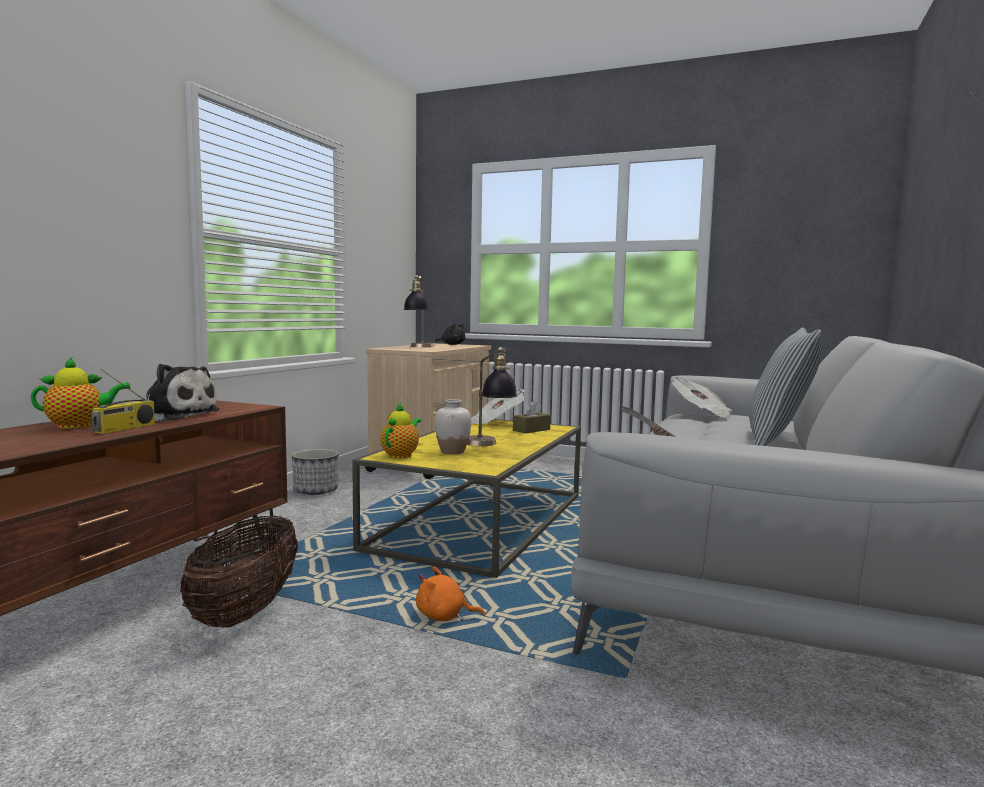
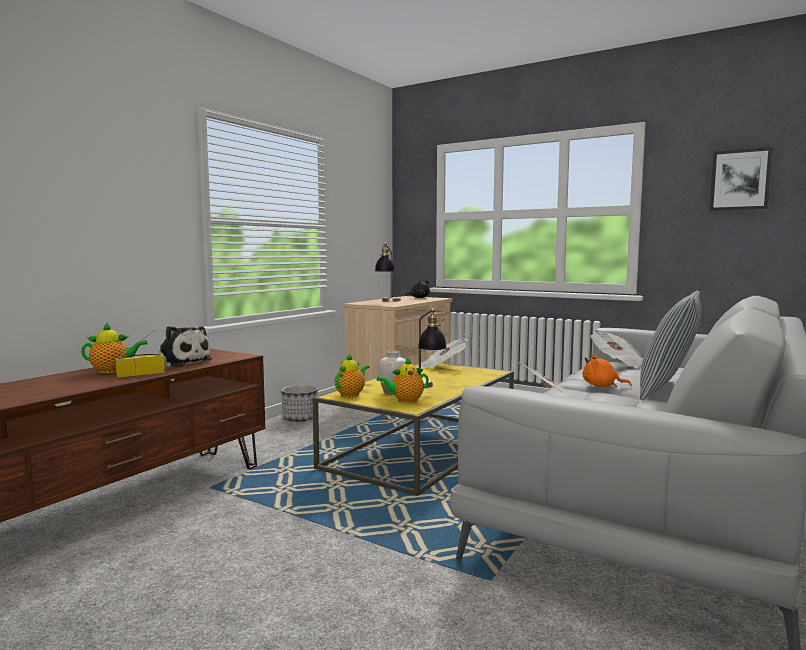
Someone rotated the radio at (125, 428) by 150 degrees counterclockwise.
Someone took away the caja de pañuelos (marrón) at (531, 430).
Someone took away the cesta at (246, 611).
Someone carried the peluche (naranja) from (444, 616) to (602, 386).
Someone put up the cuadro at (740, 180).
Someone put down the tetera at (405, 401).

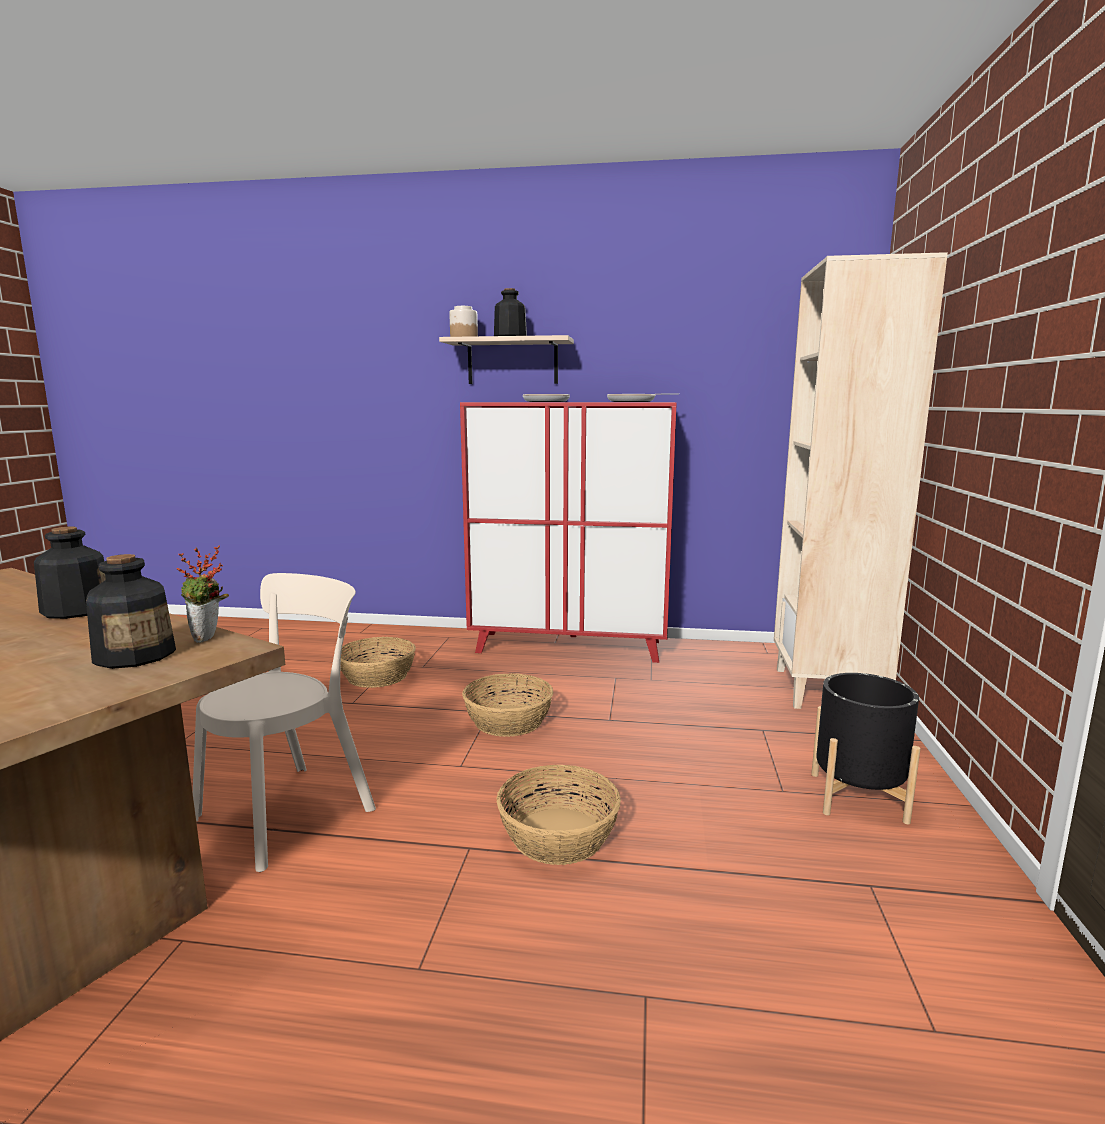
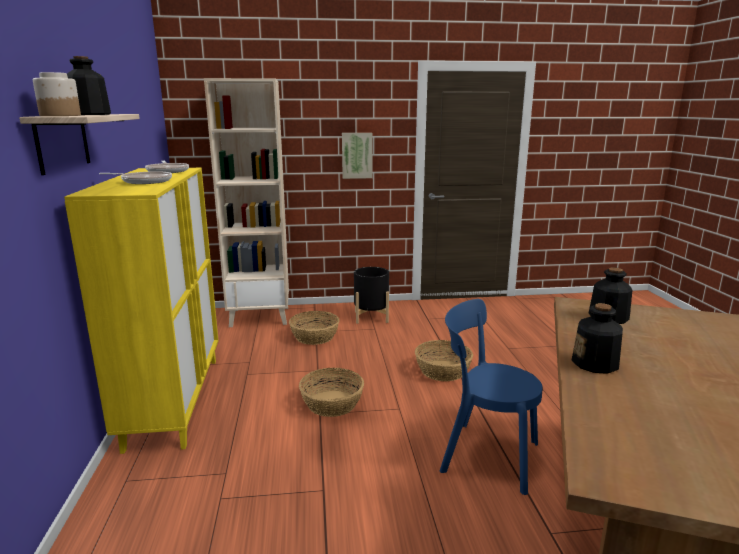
Someone repainted the armario (rojo) at (569, 647), which became the armario (amarillo) at (174, 400).
Someone took away the planta en maceta at (208, 638).
Someone repainted the silla (beis) at (292, 810), which became the silla (azul) at (484, 455).
Someone carried the cesta from (377, 676) to (315, 337).
Someone put up the cuadro at (357, 155).

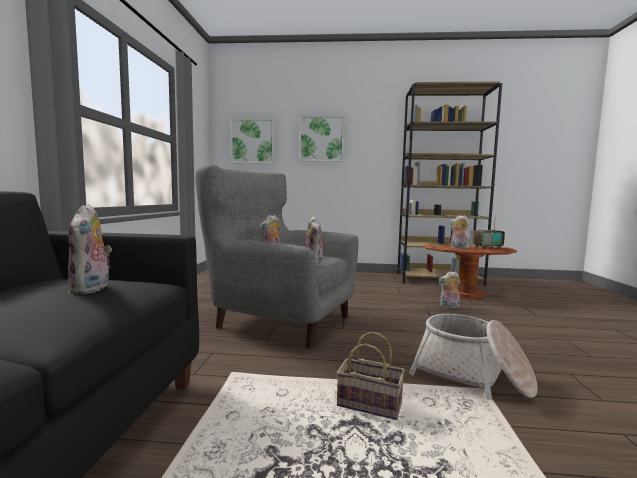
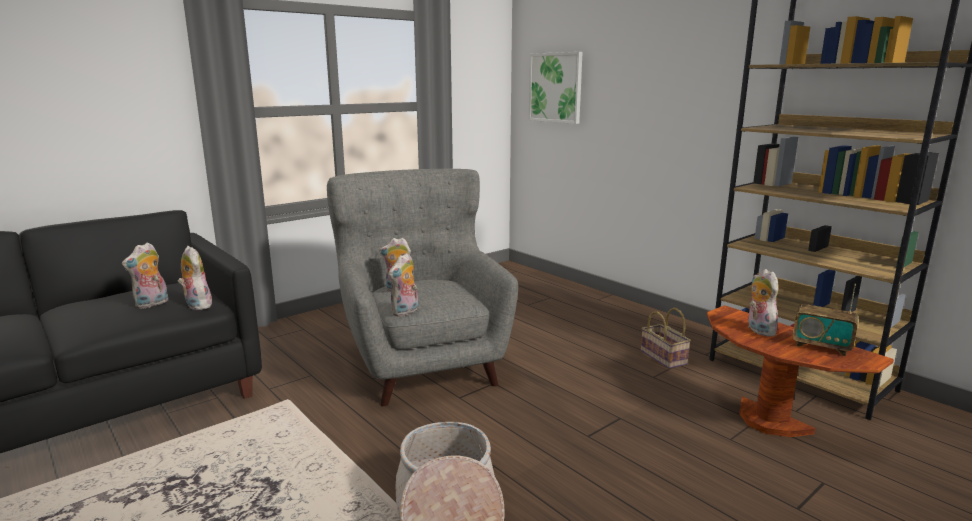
Someone took away the cuadro at (321, 138).
Someone carried the peluche from (449, 307) to (196, 305).
Someone carried the cesta from (371, 404) to (665, 358).

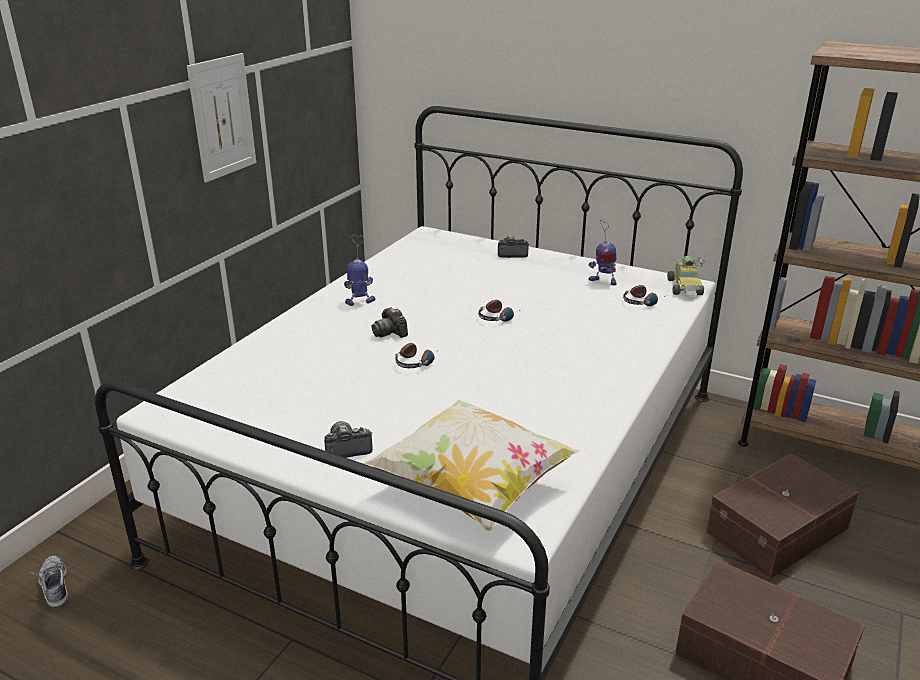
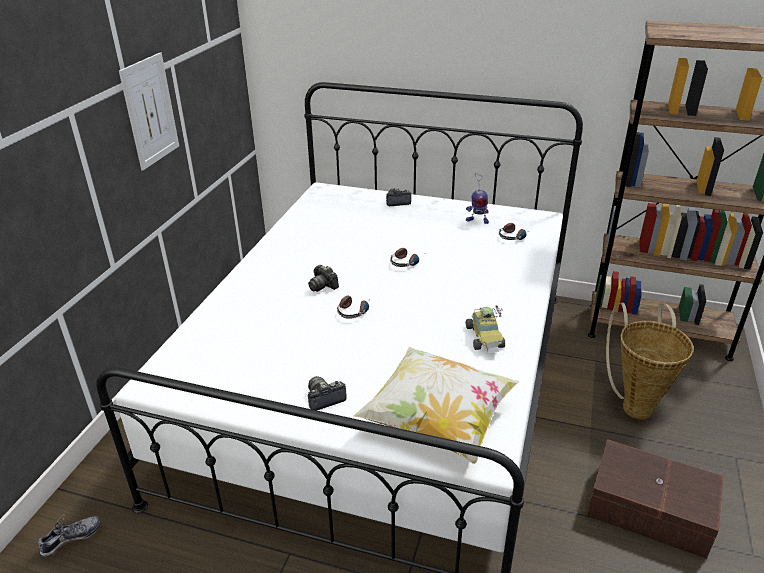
Someone took away the robot de juguete at (360, 302).
Someone carried the coche de juguete from (685, 288) to (485, 338).
Someone swapped the caja de almacenaje (marrón) at (779, 531) for the cesta at (635, 404).
Someone rotated the zapato at (55, 586) by 90 degrees clockwise.

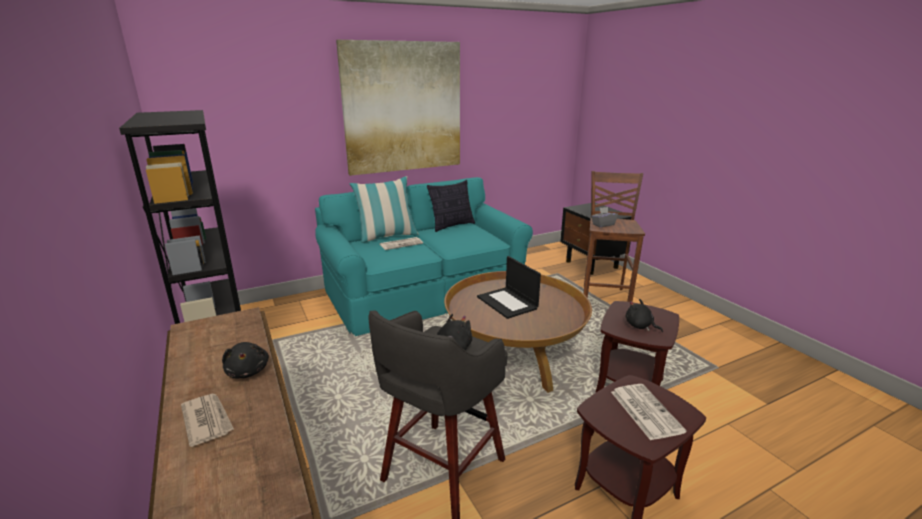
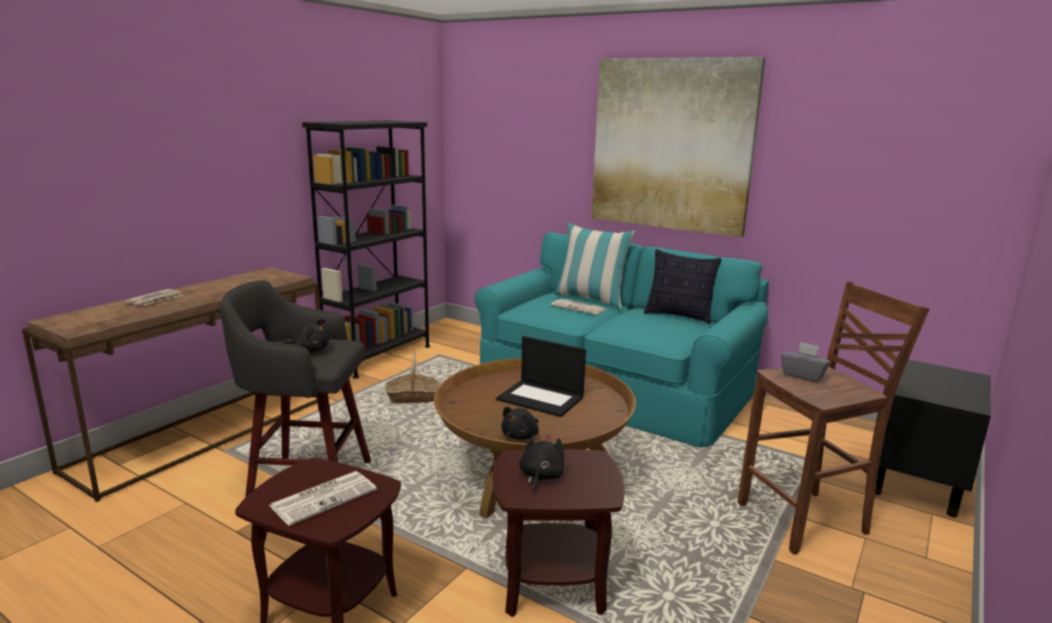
Someone rotated the portátil at (508, 303) by 90 degrees counterclockwise.
Someone carried the peluche (negro) from (248, 371) to (521, 436).
Someone put down the cesta at (413, 397).

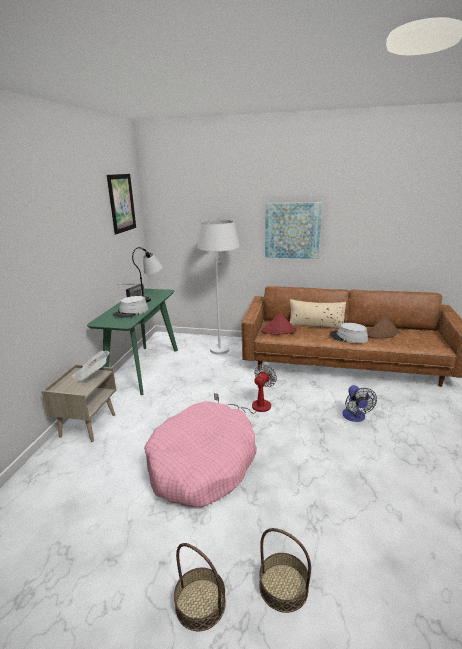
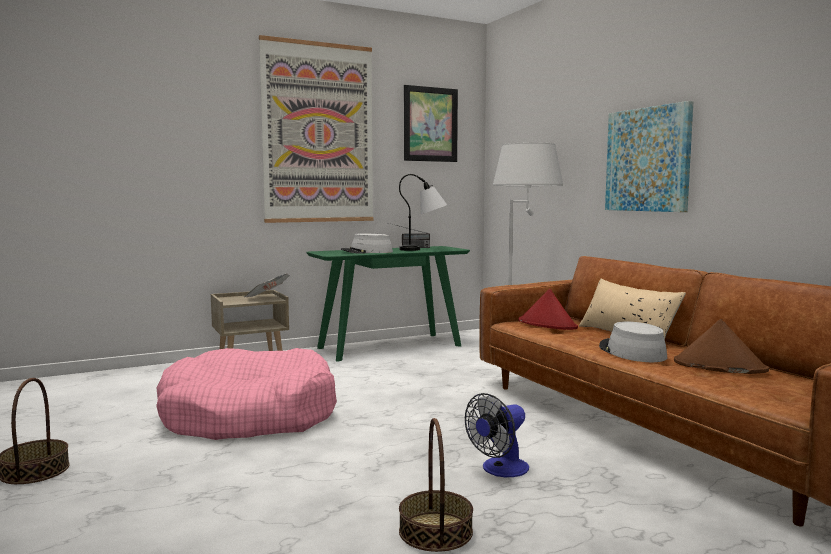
Someone took away the ventilador at (253, 406).
Someone carried the cesta from (283, 586) to (436, 531).
Someone put up the cuadro at (318, 133).

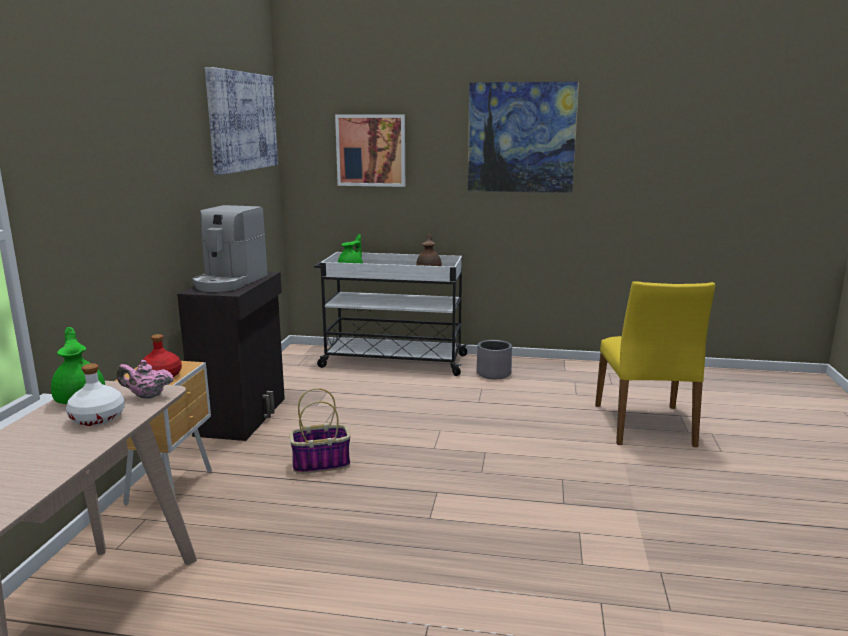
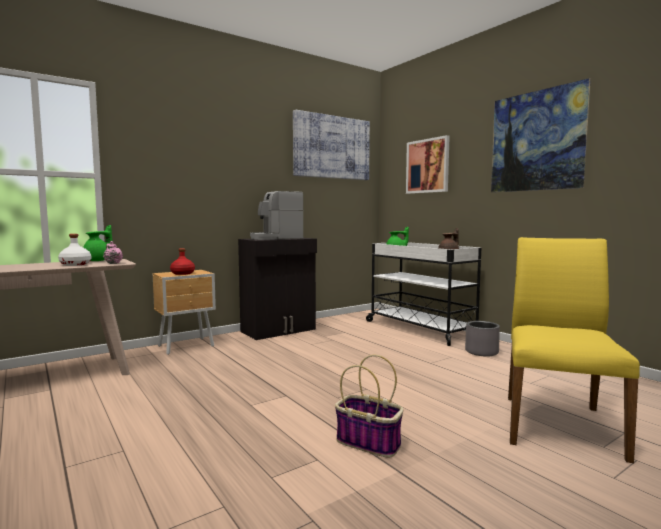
Someone rotated the silla (amarillo) at (645, 425) by 150 degrees clockwise.
Someone carried the cesta from (321, 464) to (369, 442).

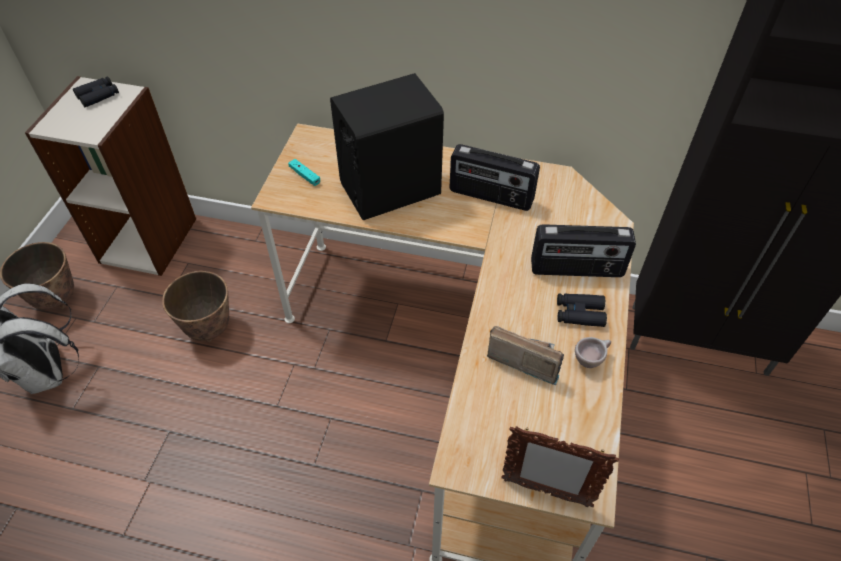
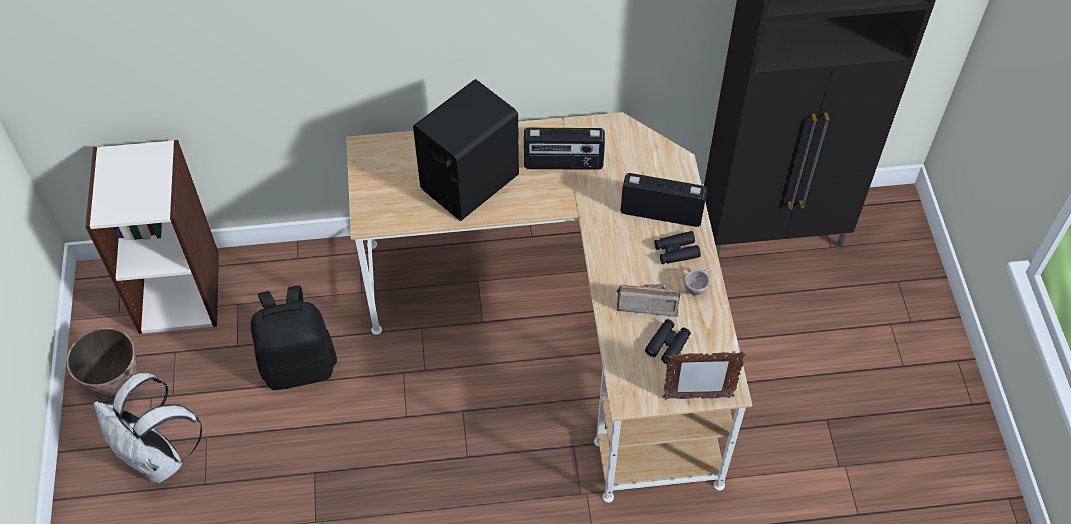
Someone carried the prismáticos (negro) from (98, 96) to (667, 345).
Someone took away the mando de consola (turquesa) at (304, 175).
Someone rotated the radio at (576, 270) by 150 degrees counterclockwise.
Someone swapped the maceta at (209, 329) for the mochila (negro) at (299, 365).

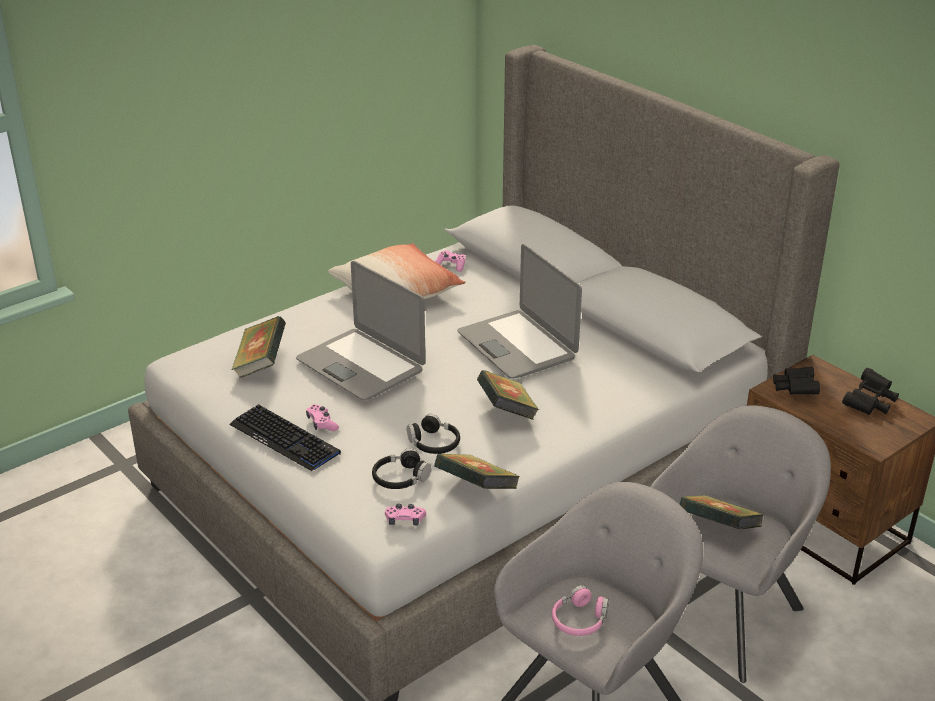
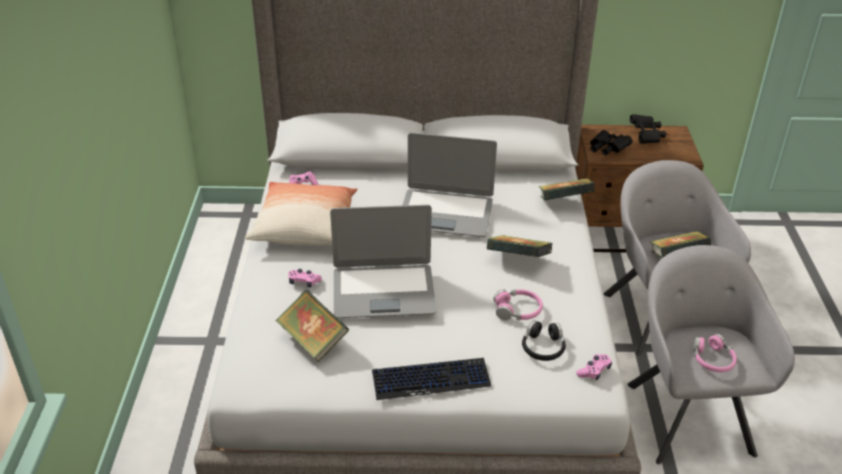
Someone carried the mando de consola (rosa) from (322, 423) to (304, 282).
Someone repainted the auriculares (negro) at (434, 443), which became the auriculares (rosa) at (518, 310).
Someone carried the libro from (476, 490) to (564, 203).

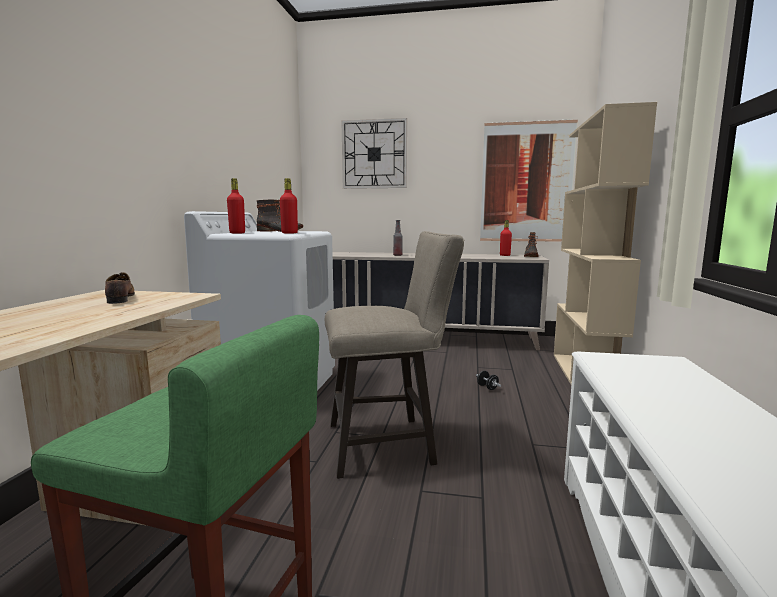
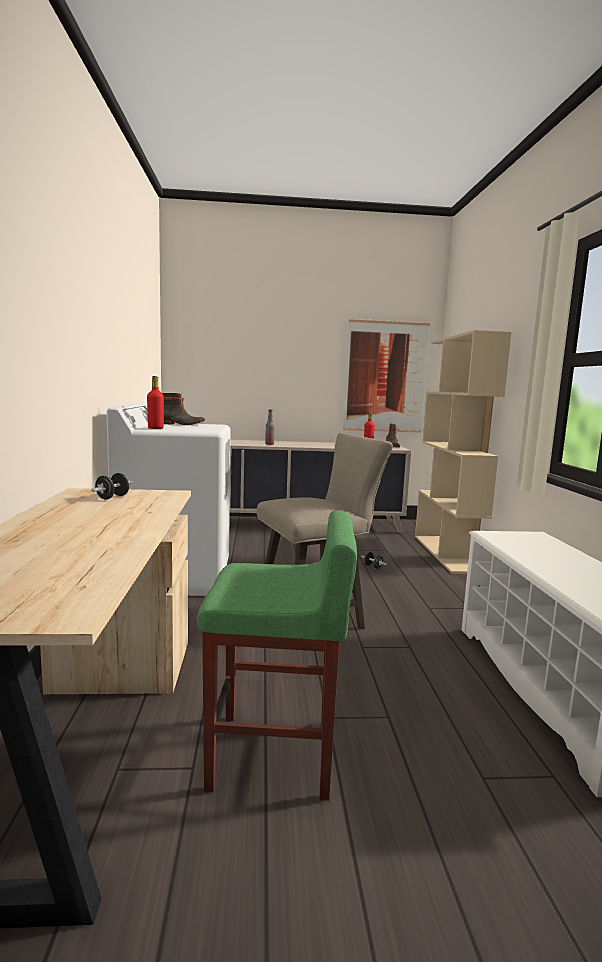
Someone took away the reloj de pared at (374, 154).
Someone took away the botella (rojo) at (289, 233).
Someone swapped the zapato at (120, 299) for the mancuerna (negro) at (112, 497).

